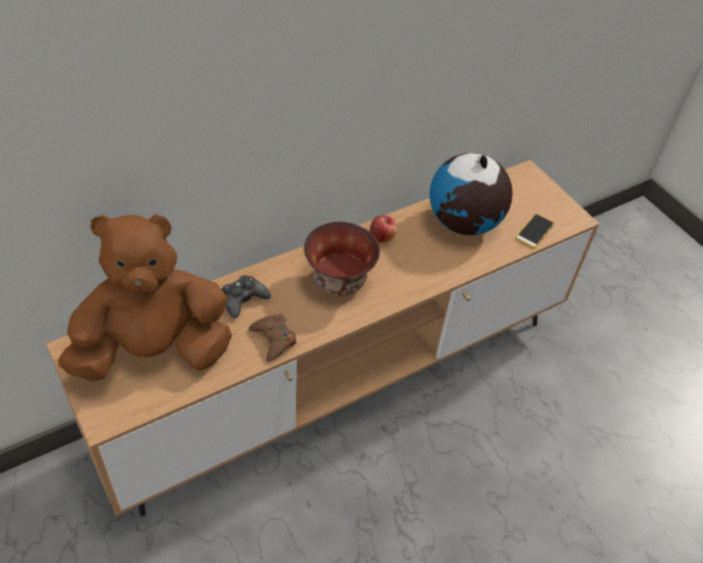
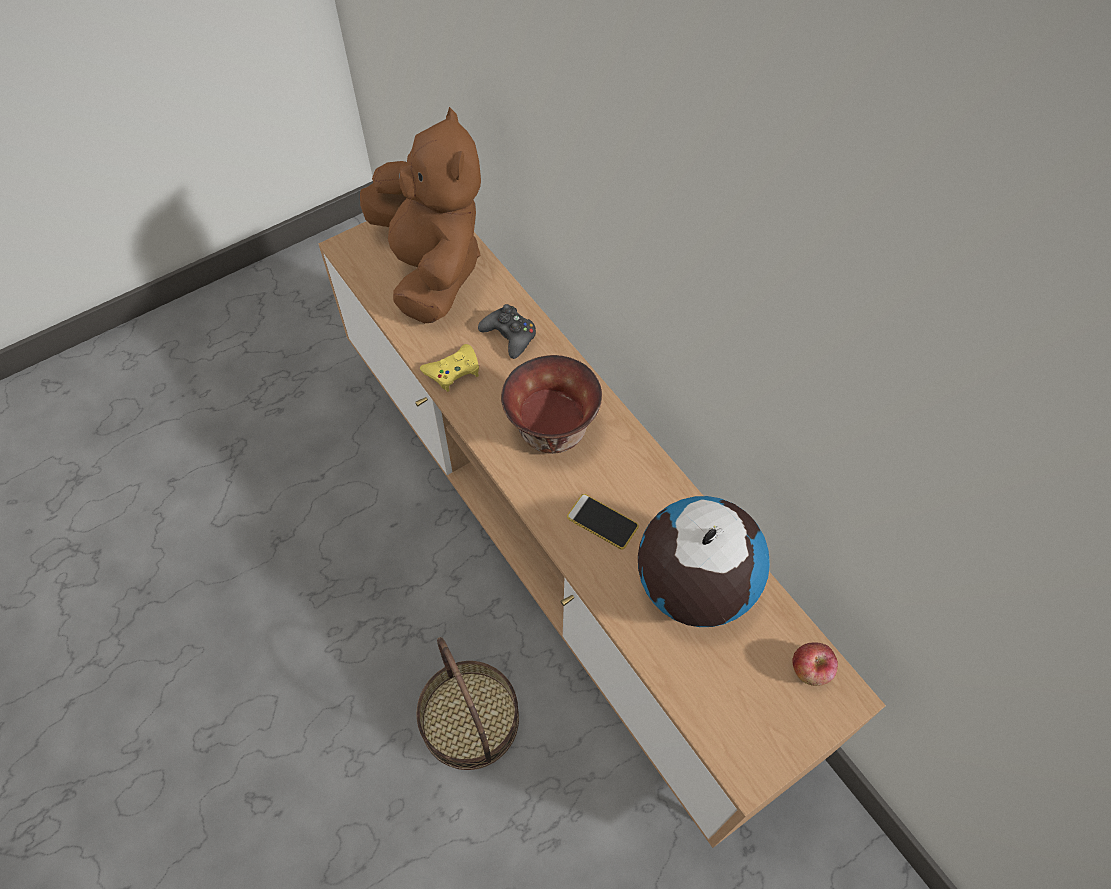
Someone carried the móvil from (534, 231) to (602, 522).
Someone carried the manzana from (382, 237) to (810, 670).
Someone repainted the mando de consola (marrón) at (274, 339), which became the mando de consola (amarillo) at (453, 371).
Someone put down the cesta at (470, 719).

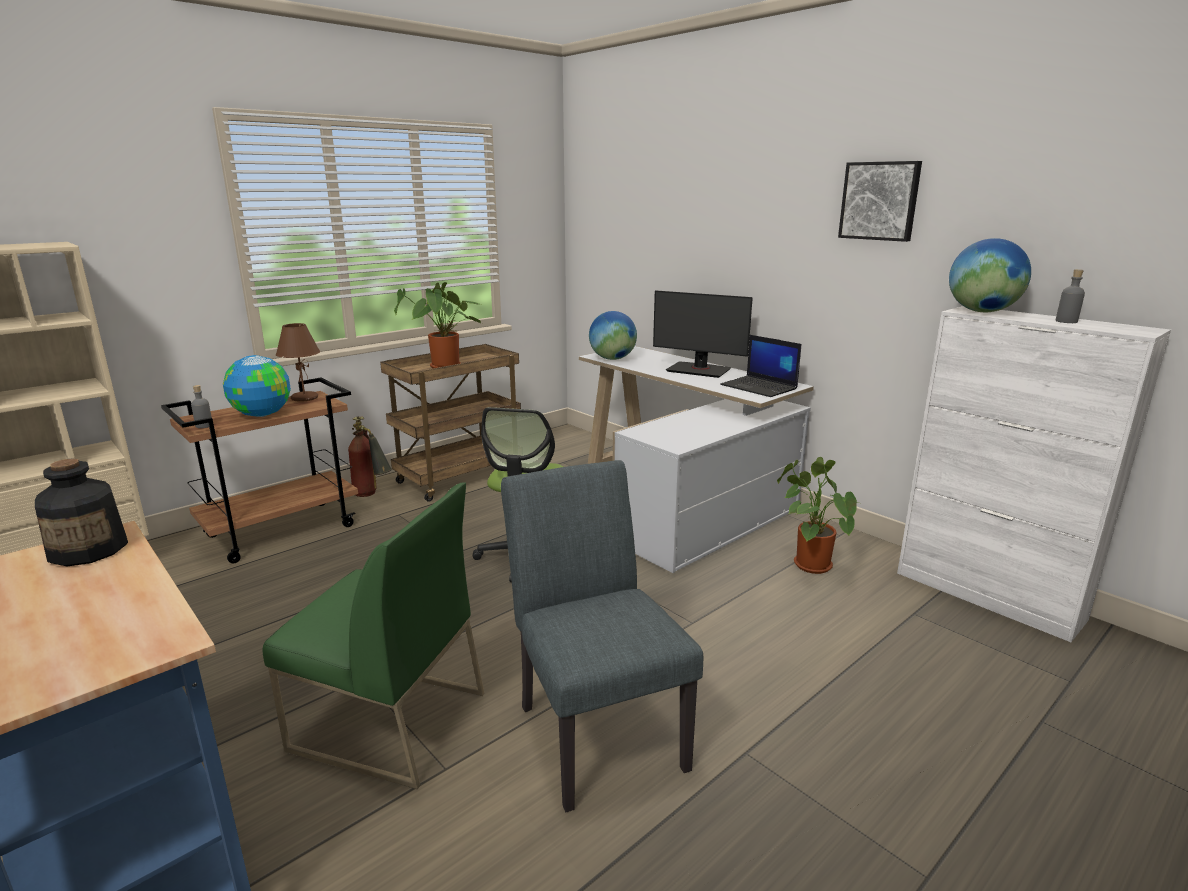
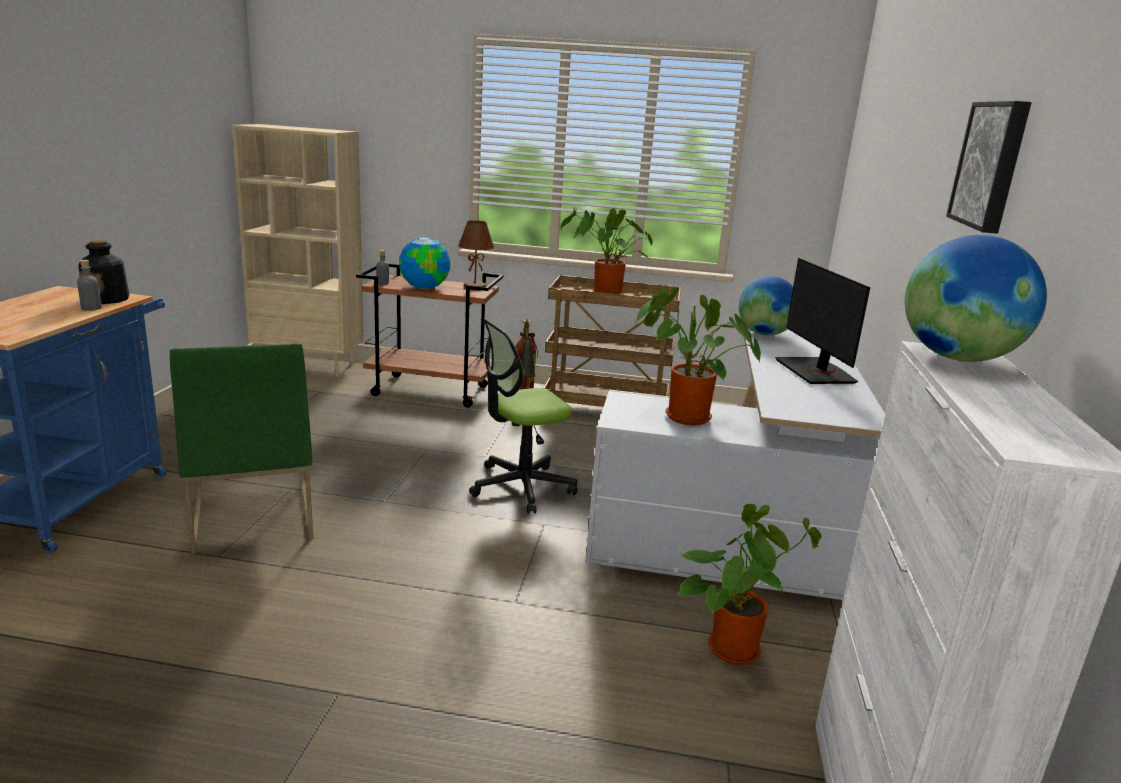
Someone carried the botella (gris) from (1066, 321) to (91, 308).
Someone took away the portátil at (760, 387).
Someone took away the silla (gris) at (595, 727).
Someone put down the planta en maceta at (682, 417).

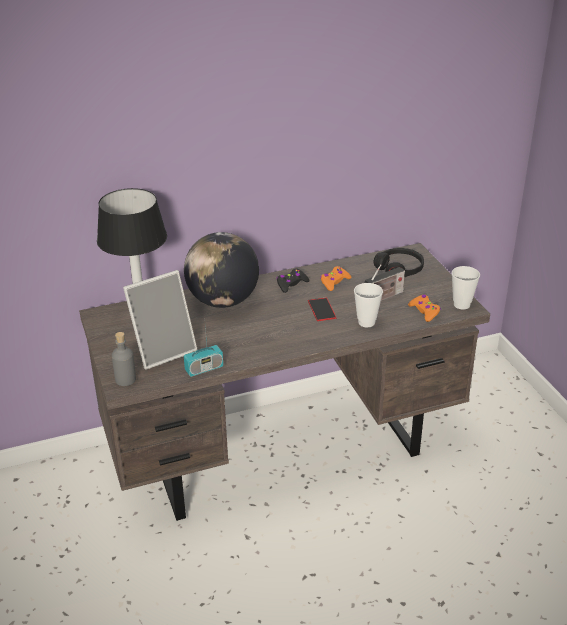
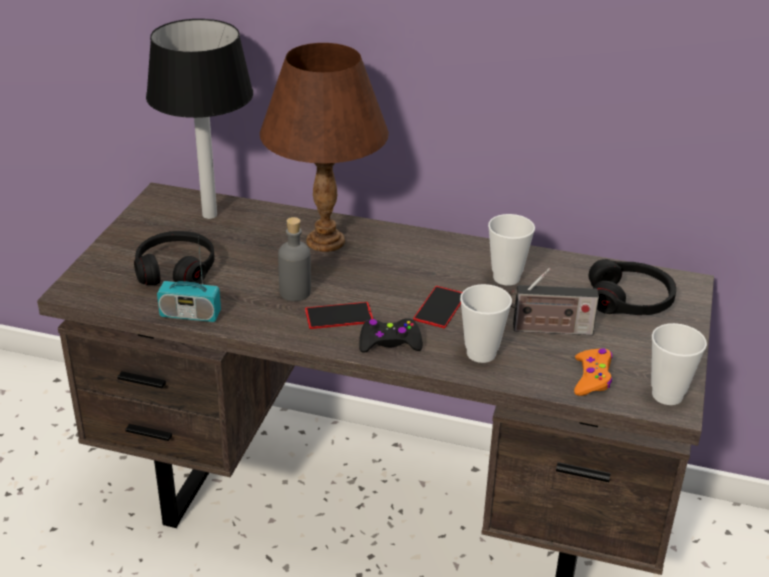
Someone swapped the globo terráqueo at (223, 301) for the lámpara de mesa (marrón) at (324, 241).
Someone swapped the mando de consola (naranja) at (334, 282) for the taza at (506, 278).
Someone carried the mando de consola (negro) from (291, 284) to (389, 343).
Someone swapped the portarretratos at (163, 350) for the auriculares (negro) at (176, 269).
Someone carried the botella (gris) from (125, 379) to (295, 292).
Someone put down the móvil at (339, 316).

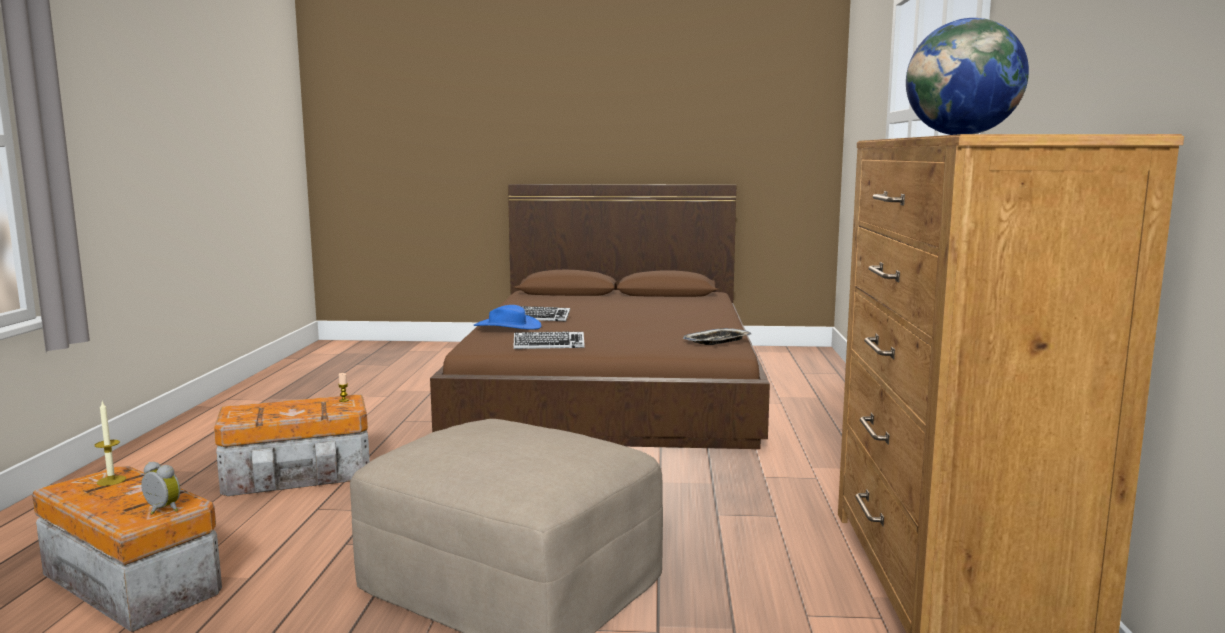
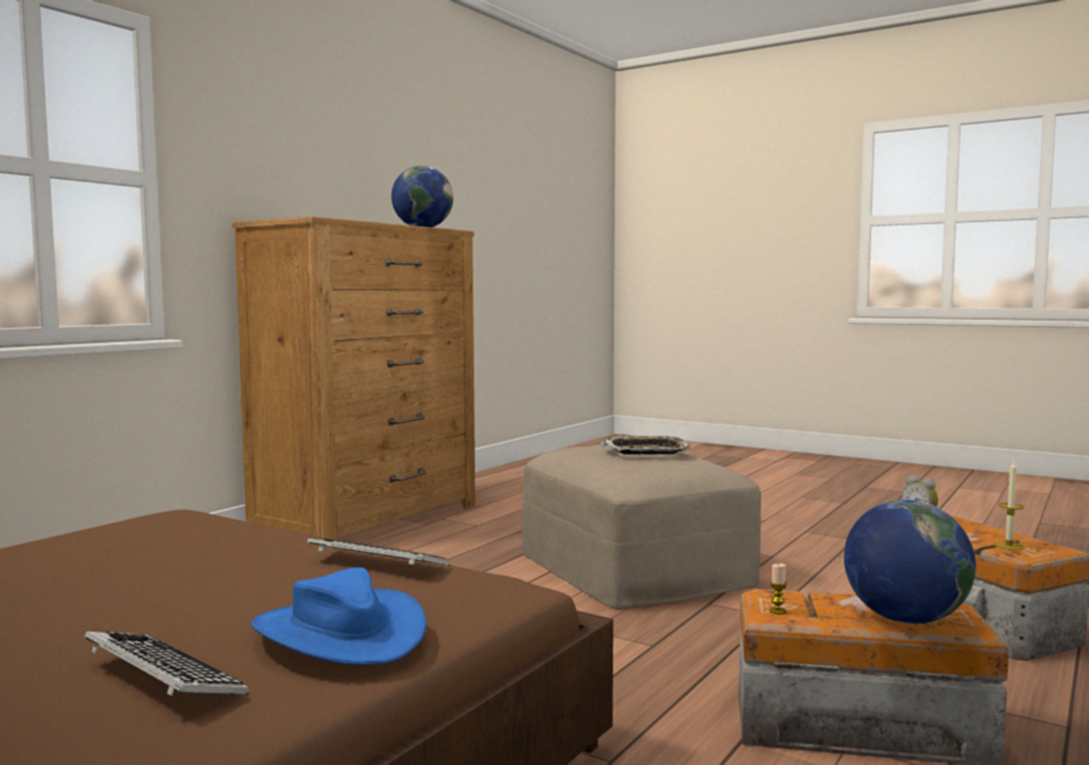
Someone carried the bandeja from (717, 341) to (646, 451).
Someone put down the globo terráqueo at (905, 619).

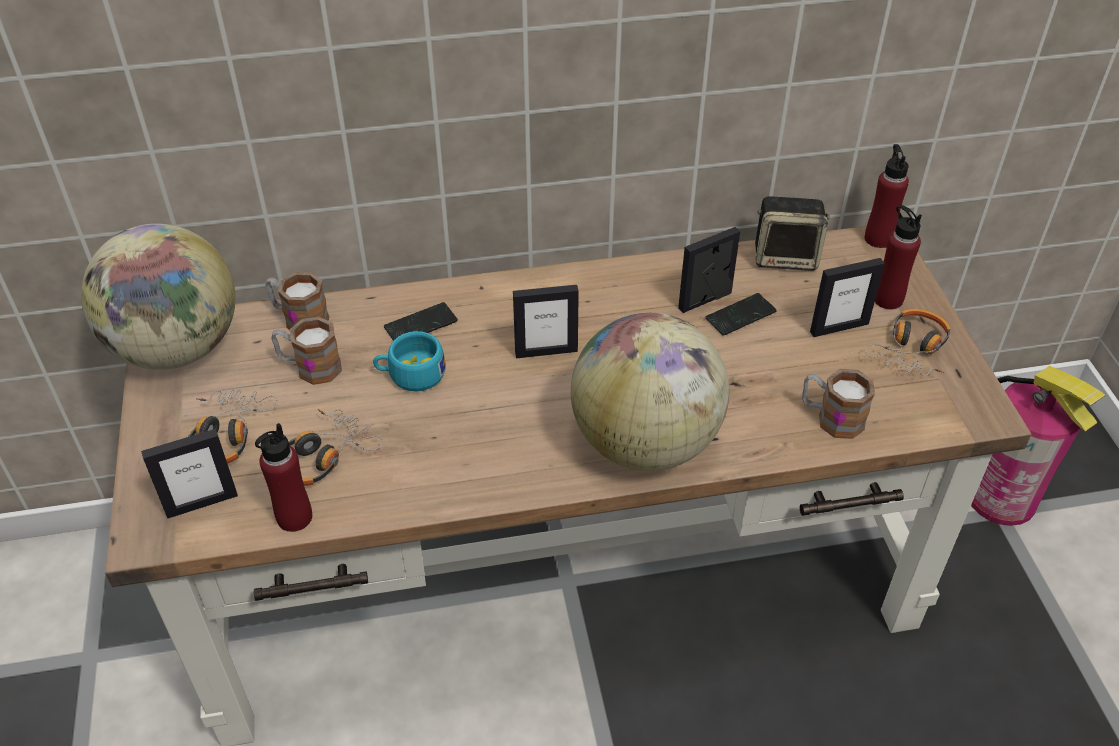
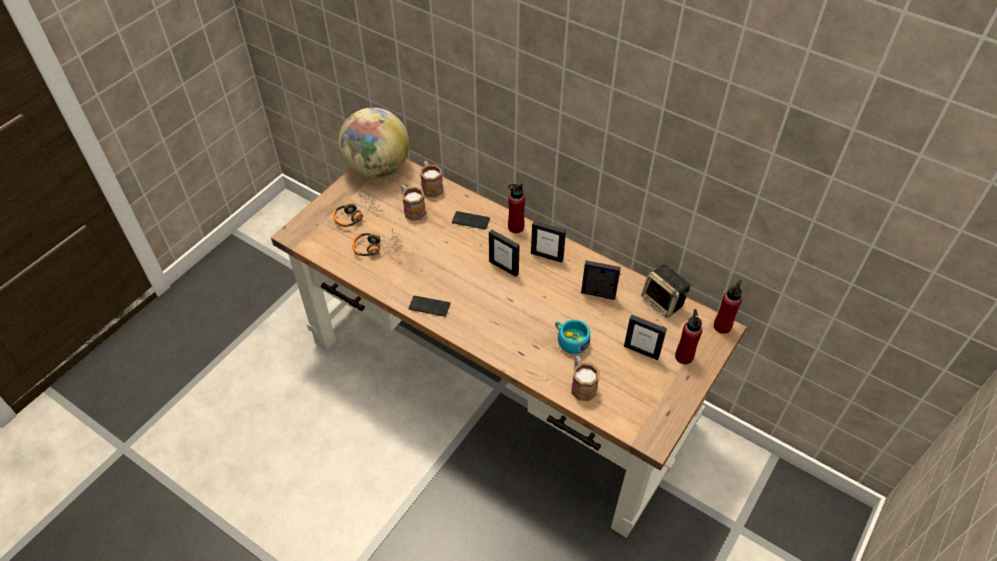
Someone carried the móvil from (740, 316) to (429, 307).
Someone took away the auriculares at (911, 350).
Someone took away the globo terráqueo at (645, 442).
Someone carried the taza (turquesa) from (410, 374) to (570, 340).
Someone took away the extintor at (1001, 497).
Someone carried the botella (rojo) from (294, 517) to (516, 227).
Someone carried the portarretratos from (201, 503) to (547, 256).

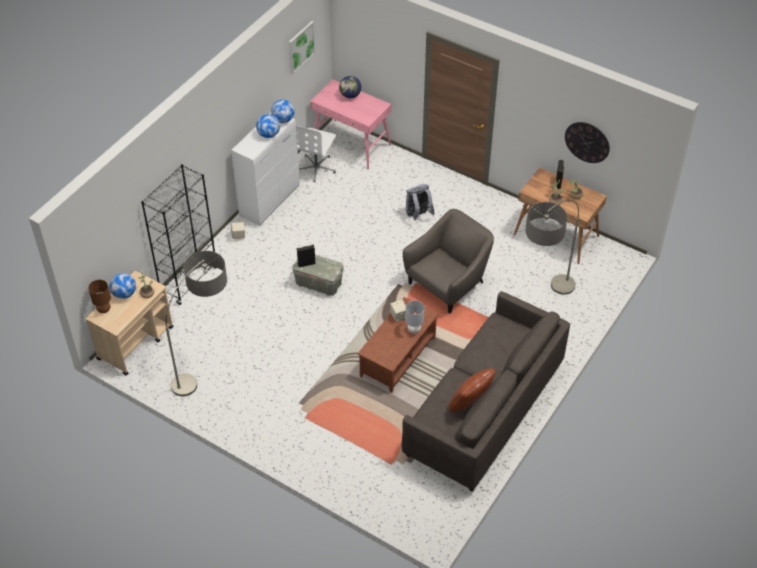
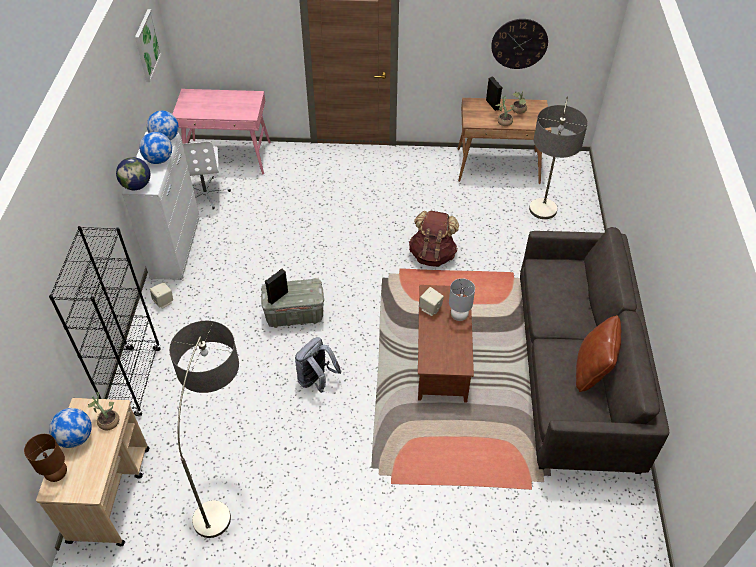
Someone carried the globo terráqueo from (350, 95) to (137, 186).
Someone carried the mochila (gris) from (418, 215) to (316, 380).
Someone swapped the sillón (gris) at (448, 283) for the mochila (marrón) at (432, 255).

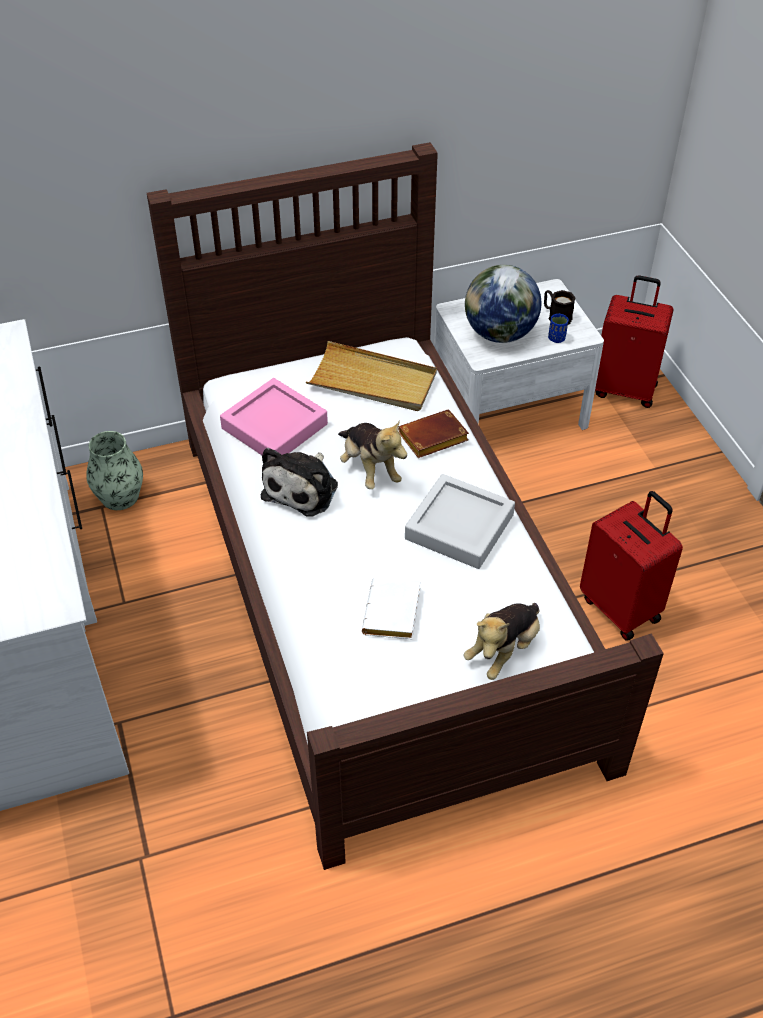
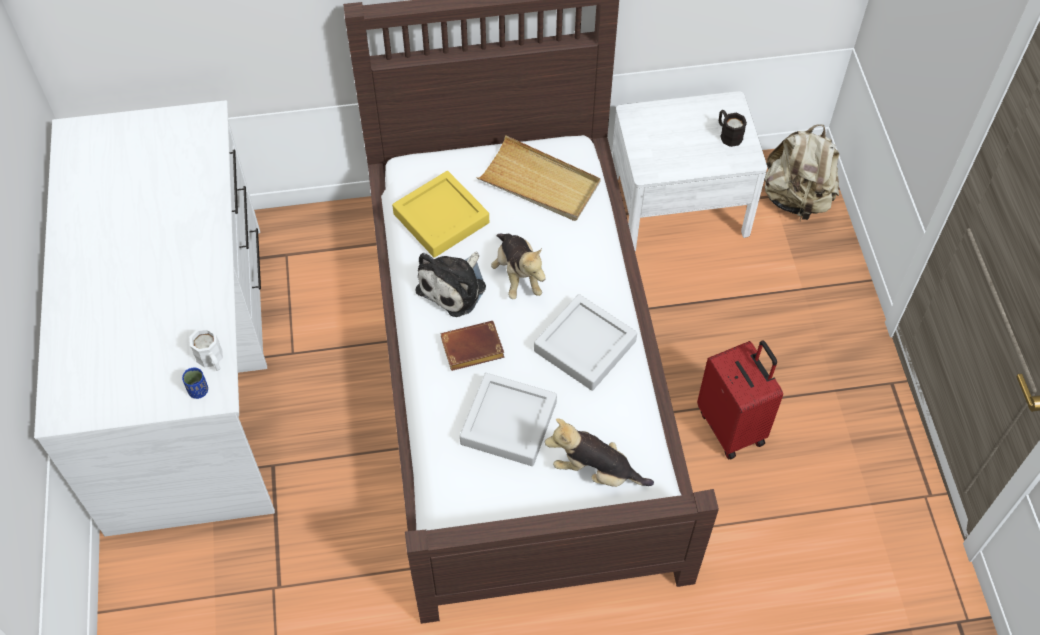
Someone took away the globo terráqueo at (499, 334).
Someone swapped the maleta (rojo) at (625, 389) for the mochila (beis) at (796, 199).
Someone carried the taza (azul) from (556, 338) to (198, 391).
Someone repainted the bandeja (rosa) at (274, 426), which became the bandeja (amarillo) at (441, 218).
Someone carried the libro (marrón) from (432, 440) to (471, 350).
Someone took away the florero at (120, 496).
Someone swapped the libro (blanco) at (394, 614) for the bandeja (gris) at (508, 423).
Someone rotated the peluche at (504, 650) by 60 degrees clockwise.
Someone put down the taza grande (blanco) at (212, 360).

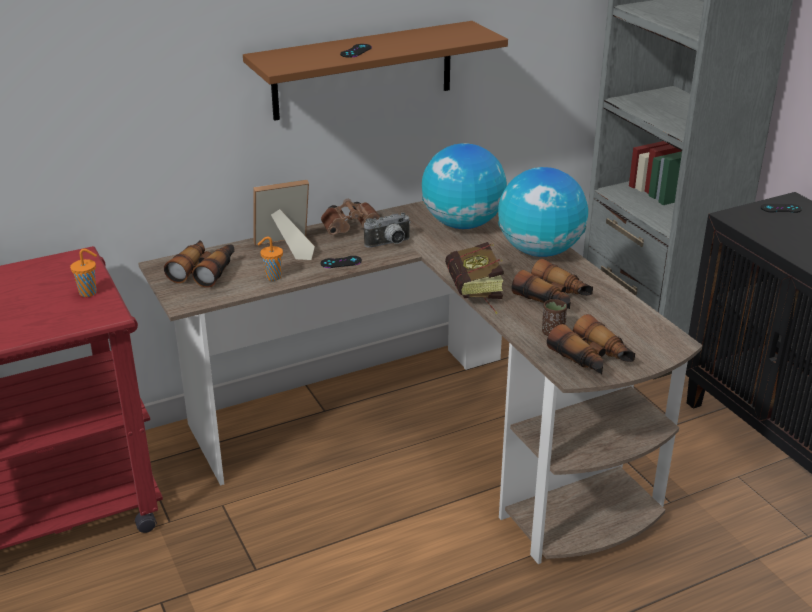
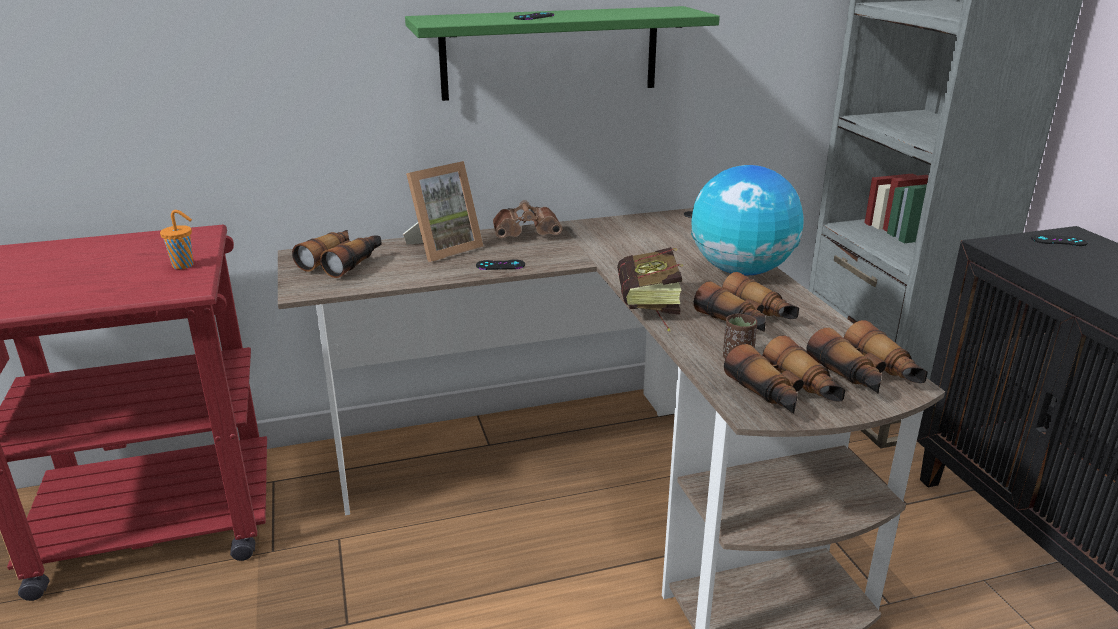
Someone repainted the estante (marrón) at (363, 70), which became the estante (verde) at (550, 53).
Someone took away the globo terráqueo at (462, 224).
Someone rotated the portarretratos at (284, 249) by 150 degrees clockwise.
Someone took away the cámara at (389, 244).
Someone took away the taza (naranja) at (272, 277).
Someone put down the prismáticos at (867, 376).

